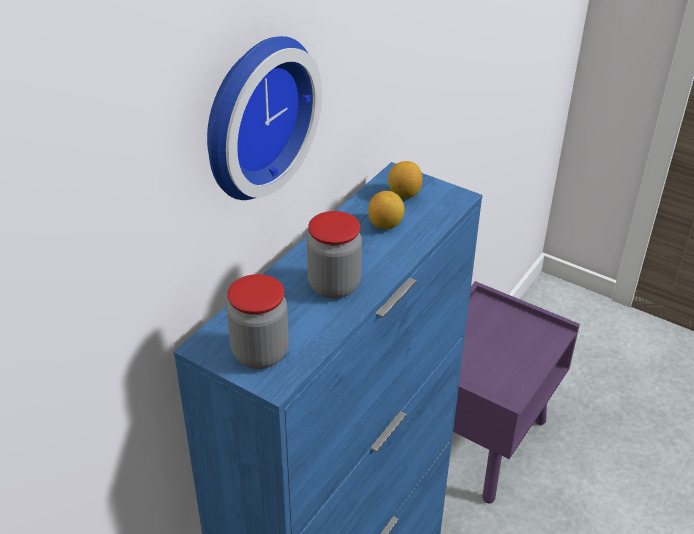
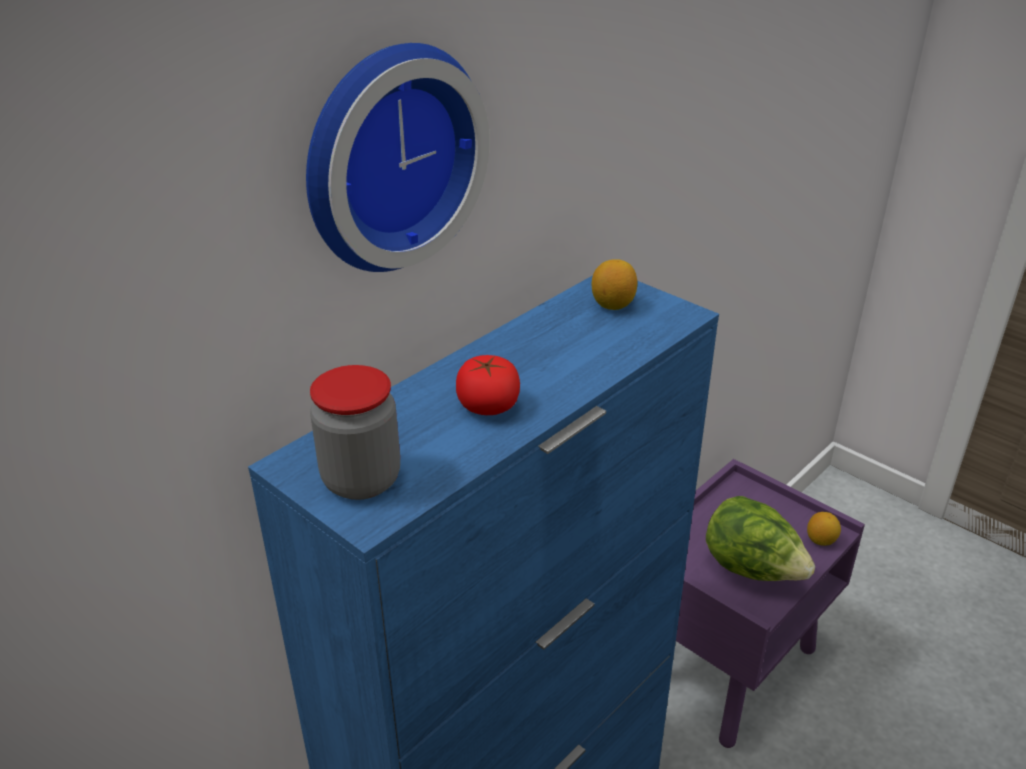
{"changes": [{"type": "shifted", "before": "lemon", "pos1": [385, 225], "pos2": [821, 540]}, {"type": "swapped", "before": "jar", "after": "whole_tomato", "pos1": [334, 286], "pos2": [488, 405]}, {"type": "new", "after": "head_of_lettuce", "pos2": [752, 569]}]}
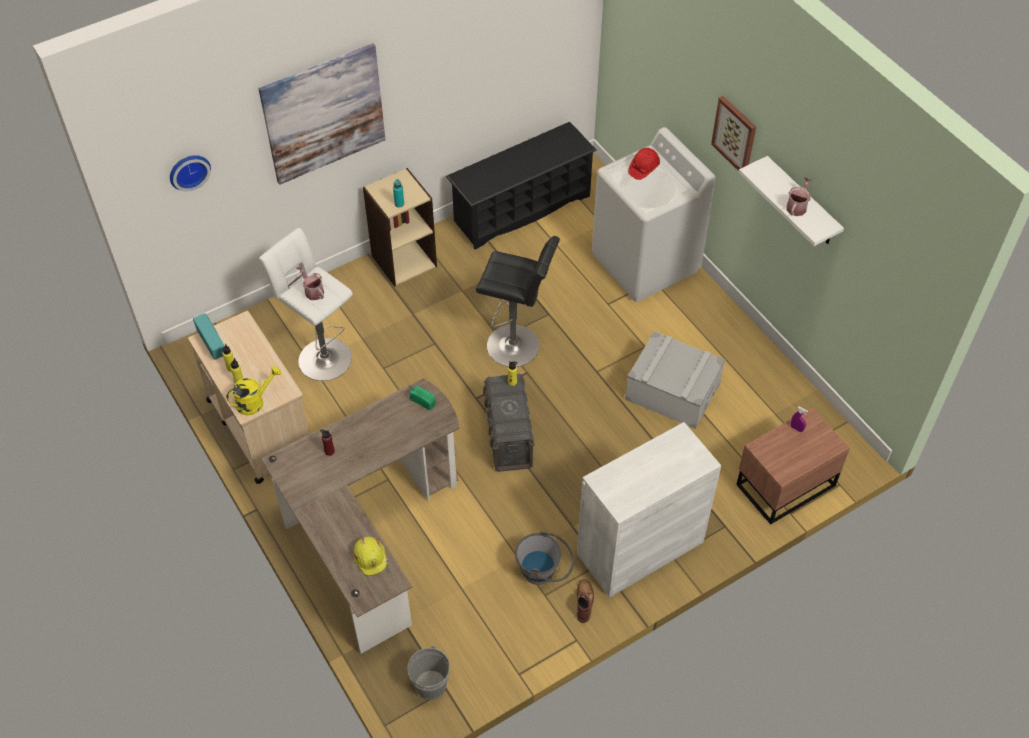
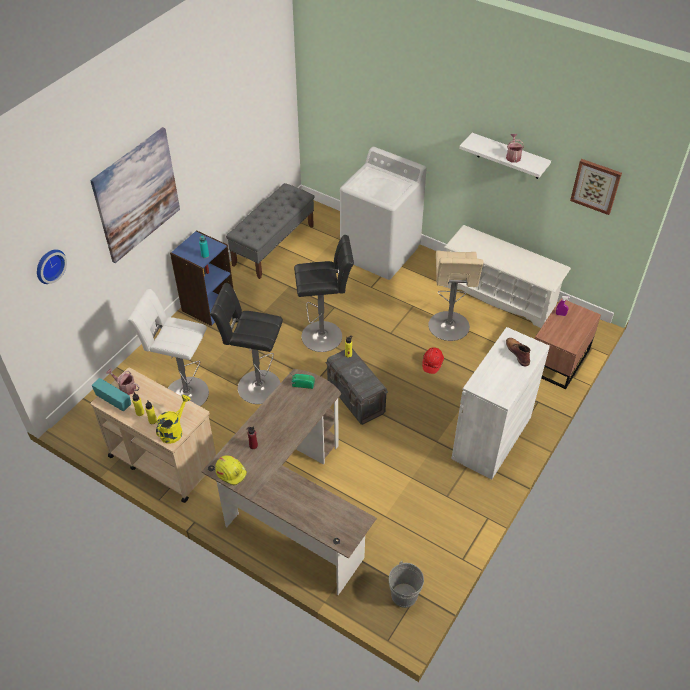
{"changes": [{"type": "shifted", "before": "wall_art", "pos1": [735, 134], "pos2": [596, 186]}, {"type": "swapped", "before": "black_shoe_stand", "after": "greyish_long_seat", "pos1": [521, 208], "pos2": [273, 245]}, {"type": "shifted", "before": "reddish_work_helmet", "pos1": [643, 168], "pos2": [432, 363]}, {"type": "repainted", "before": "sand-coloured_bookcase", "after": "bluish_bookcase", "pos1": [403, 261], "pos2": [208, 306]}, {"type": "shifted", "before": "watering_can", "pos1": [312, 291], "pos2": [125, 387]}, {"type": "swapped", "before": "greyish_storage_container", "after": "sand-coloured_stool", "pos1": [672, 391], "pos2": [449, 328]}, {"type": "gone", "before": "greyish_bucket", "pos1": [544, 572]}, {"type": "shifted", "before": "yellowish_work_helmet", "pos1": [371, 558], "pos2": [231, 472]}, {"type": "shifted", "before": "brown-coloured_boot", "pos1": [584, 601], "pos2": [517, 352]}, {"type": "new", "after": "white-coloured_shoe_stand", "pos2": [499, 295]}, {"type": "new", "after": "black_stool", "pos2": [255, 386]}]}
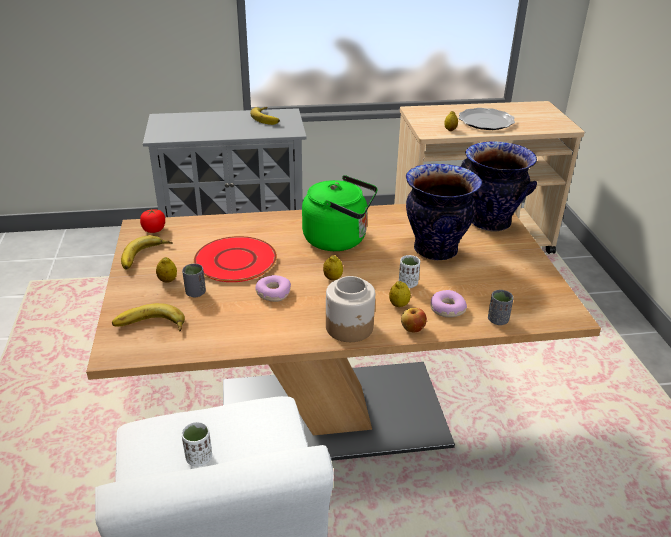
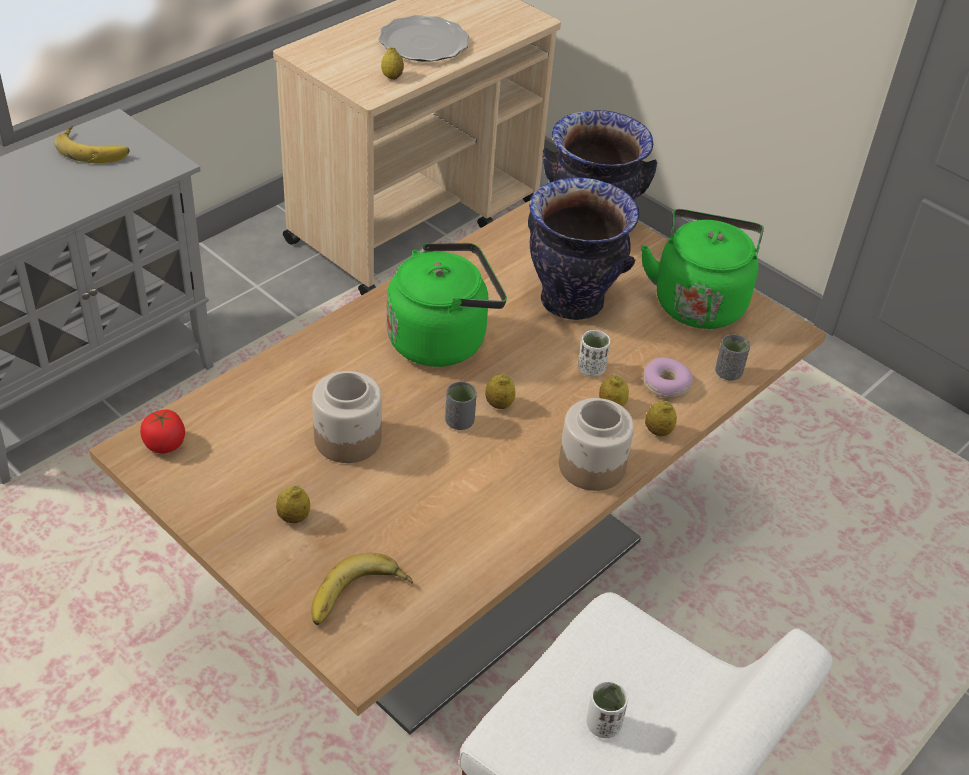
{"changes": [{"type": "gone", "before": "whole_banana", "pos1": [146, 257]}, {"type": "swapped", "before": "reddish_dinner_plate", "after": "jar", "pos1": [235, 261], "pos2": [347, 440]}, {"type": "shifted", "before": "greyish_small_cup", "pos1": [195, 293], "pos2": [459, 422]}, {"type": "gone", "before": "ring_doughnut", "pos1": [273, 293]}, {"type": "swapped", "before": "whole_apple", "after": "lemon", "pos1": [412, 329], "pos2": [658, 431]}, {"type": "new", "after": "green-coloured_water_kettle", "pos2": [698, 301]}]}
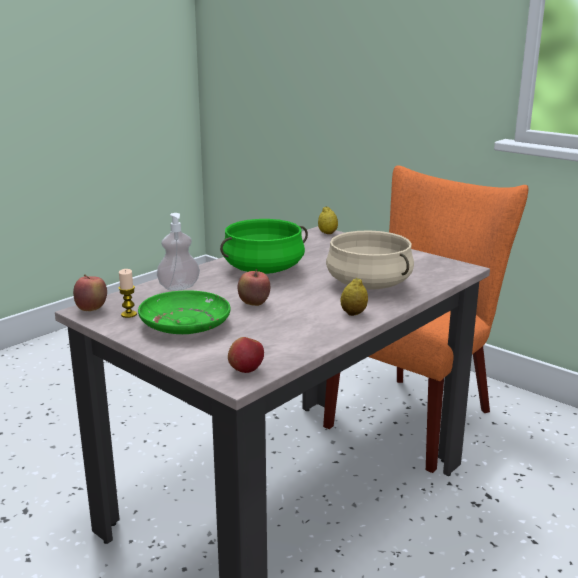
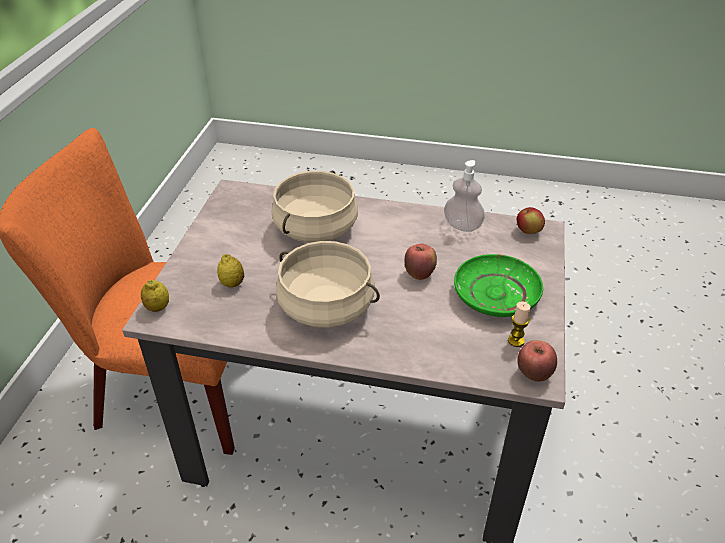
{"changes": [{"type": "shifted", "before": "liquid_soap_bottle", "pos1": [179, 287], "pos2": [462, 225]}, {"type": "repainted", "before": "green-coloured_saucepot", "after": "sand-coloured_saucepot", "pos1": [263, 269], "pos2": [327, 306]}, {"type": "shifted", "before": "lemon", "pos1": [353, 313], "pos2": [232, 283]}]}
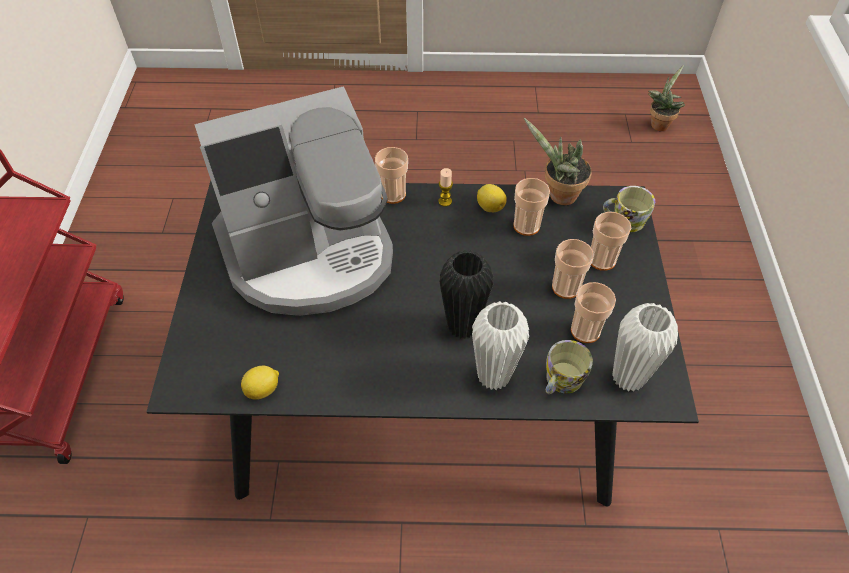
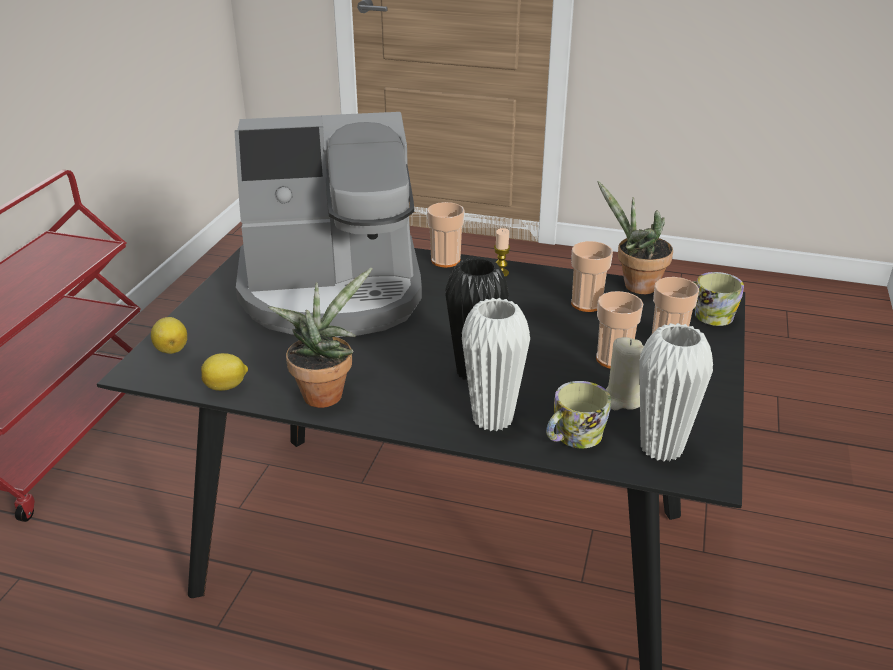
{"changes": [{"type": "shifted", "before": "potted_plant", "pos1": [659, 123], "pos2": [325, 392]}, {"type": "shifted", "before": "lemon", "pos1": [490, 206], "pos2": [172, 349]}, {"type": "swapped", "before": "small_cup", "after": "sand-coloured_wax_candle", "pos1": [585, 330], "pos2": [622, 399]}]}
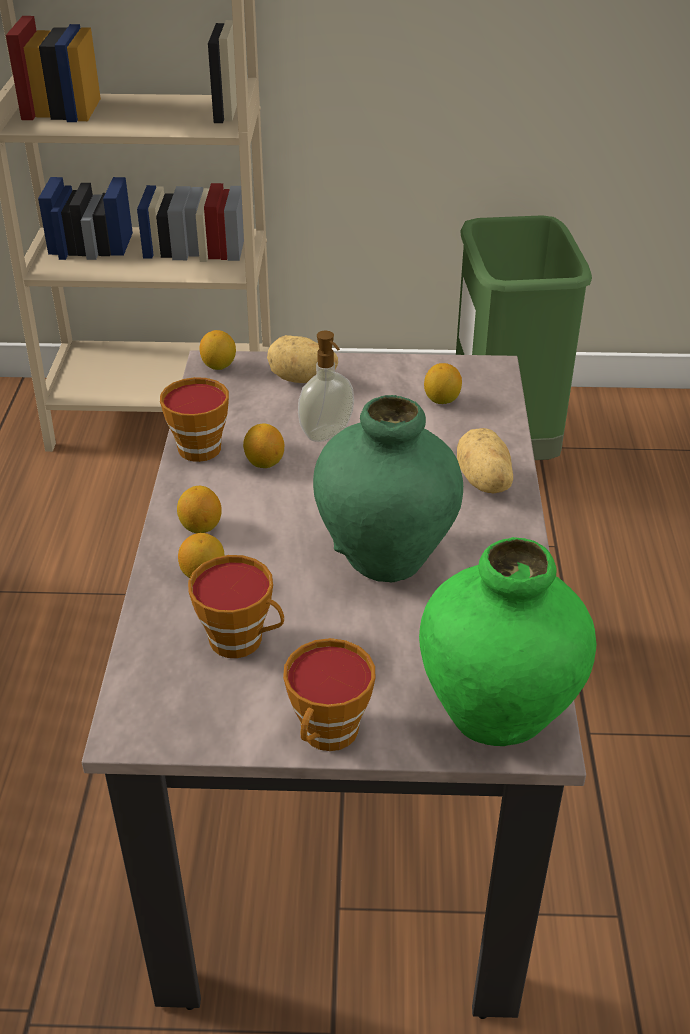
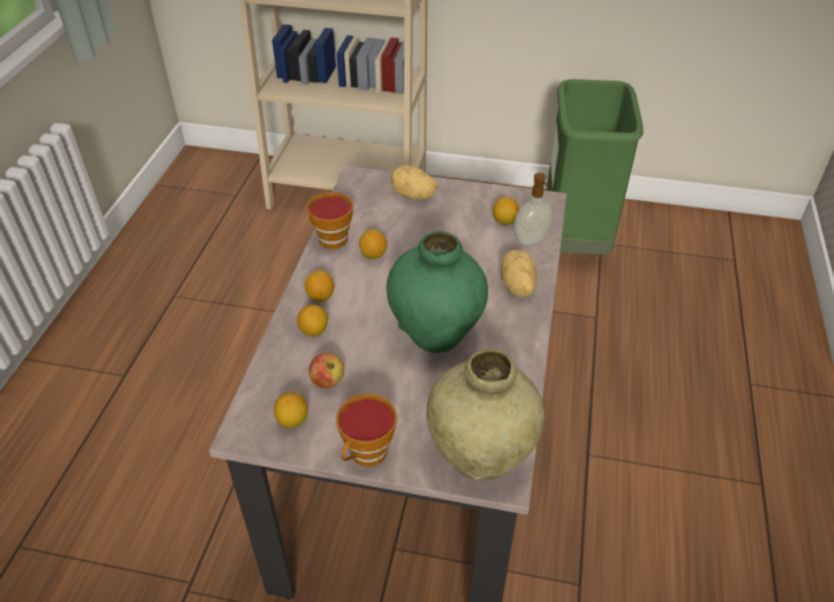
{"changes": [{"type": "shifted", "before": "lemon", "pos1": [219, 366], "pos2": [292, 421]}, {"type": "shifted", "before": "liquid_soap_bottle", "pos1": [327, 435], "pos2": [532, 240]}, {"type": "repainted", "before": "green-coloured_decorative_vase", "after": "sand-coloured_decorative_vase", "pos1": [497, 715], "pos2": [480, 457]}, {"type": "swapped", "before": "small_cup", "after": "whole_apple", "pos1": [242, 641], "pos2": [327, 381]}]}
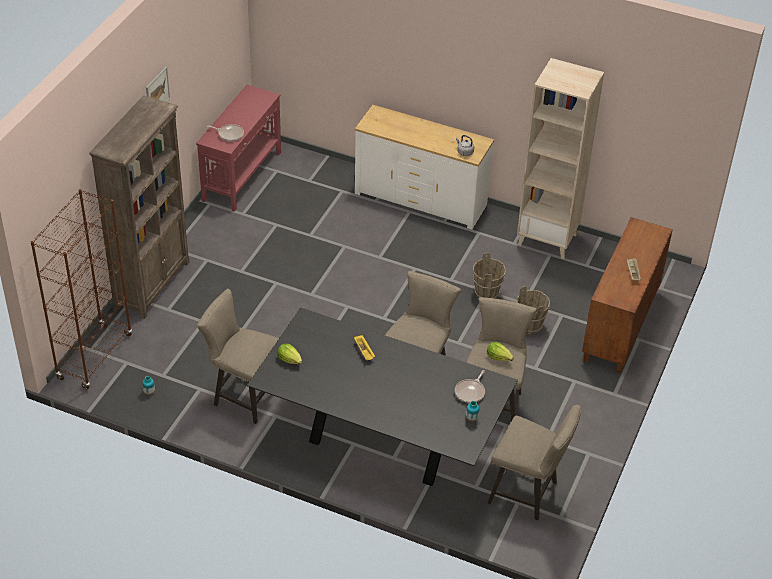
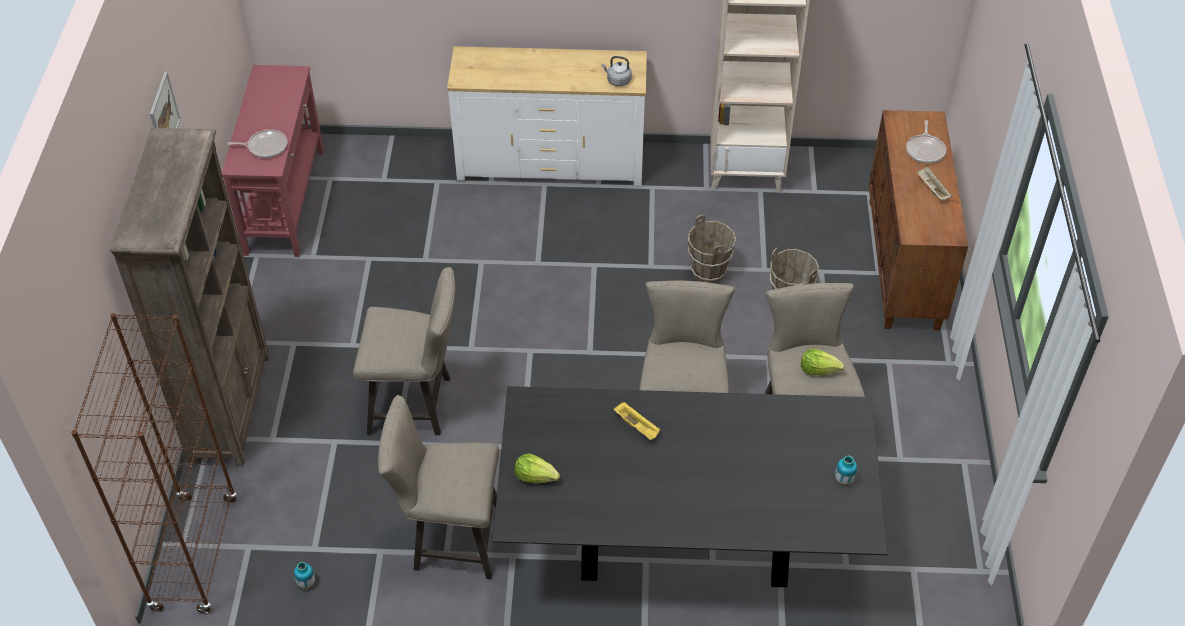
{"changes": [{"type": "shifted", "before": "pan", "pos1": [470, 392], "pos2": [925, 150]}, {"type": "shifted", "before": "sand-coloured_stool", "pos1": [528, 494], "pos2": [417, 404]}]}
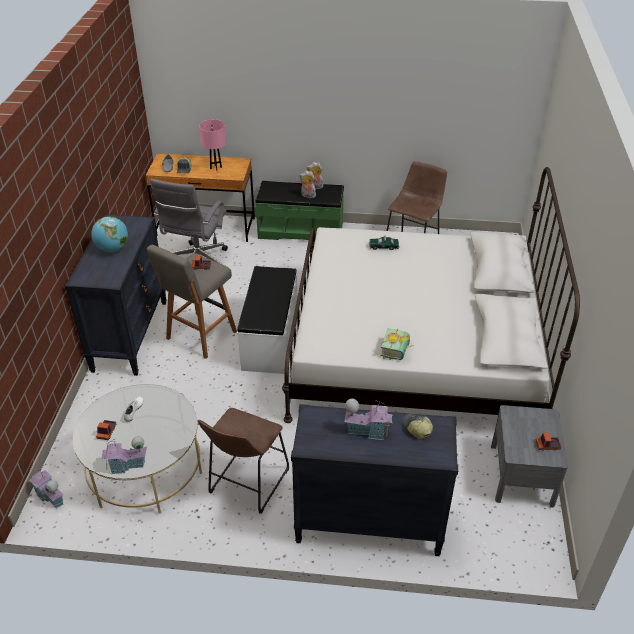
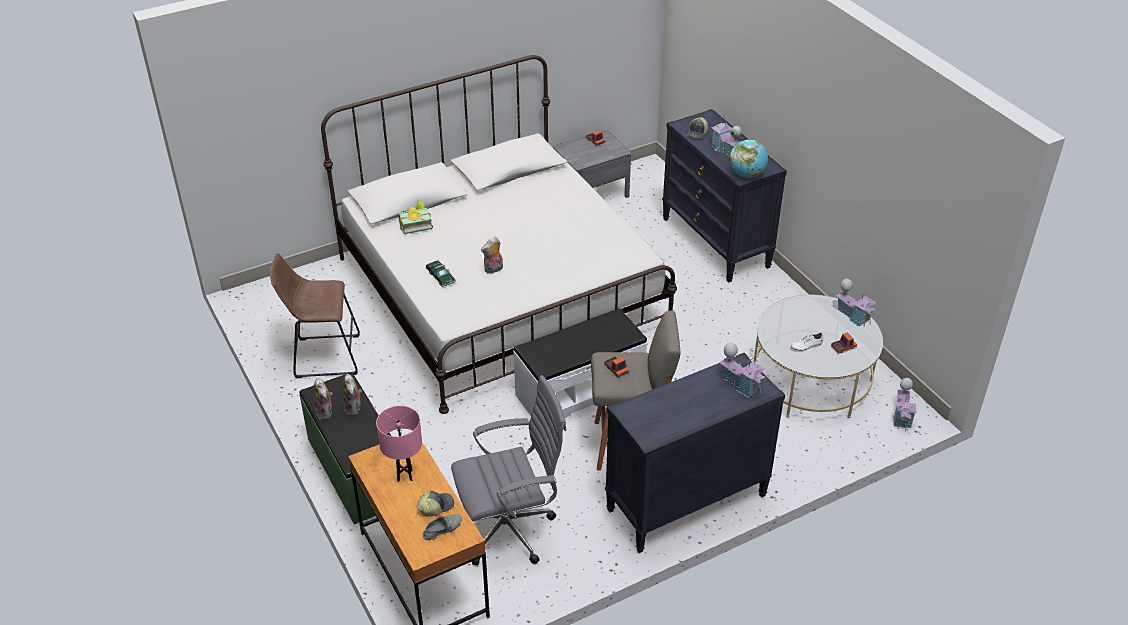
{"changes": [{"type": "shifted", "before": "globe", "pos1": [112, 249], "pos2": [747, 174]}, {"type": "shifted", "before": "bound_book", "pos1": [398, 351], "pos2": [415, 224]}, {"type": "gone", "before": "brown-coloured_stool", "pos1": [246, 484]}, {"type": "new", "after": "cuddly_toy", "pos2": [493, 270]}, {"type": "new", "after": "toy_house", "pos2": [741, 384]}]}
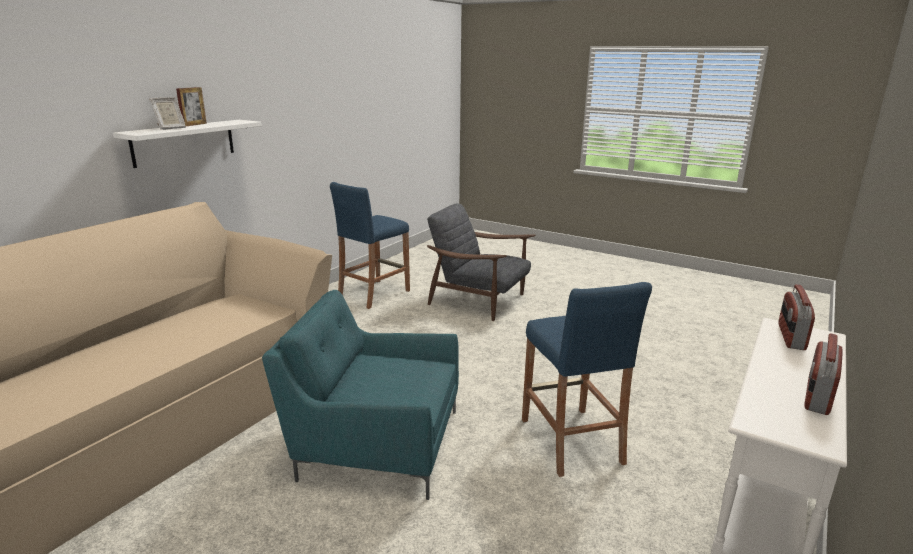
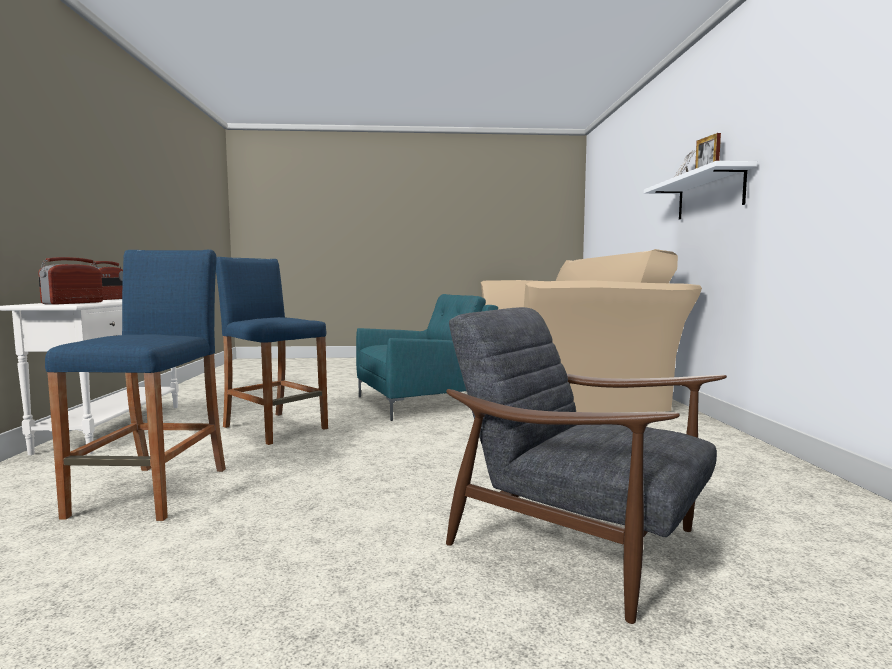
{"changes": [{"type": "shifted", "before": "bluish_stool", "pos1": [374, 294], "pos2": [153, 492]}, {"type": "rotated", "before": "greyish_easy_chair", "pos1": [479, 300], "pos2": [579, 541], "turn": -135}, {"type": "rotated", "before": "radio_receiver", "pos1": [790, 337], "pos2": [73, 303], "turn": -150}]}
